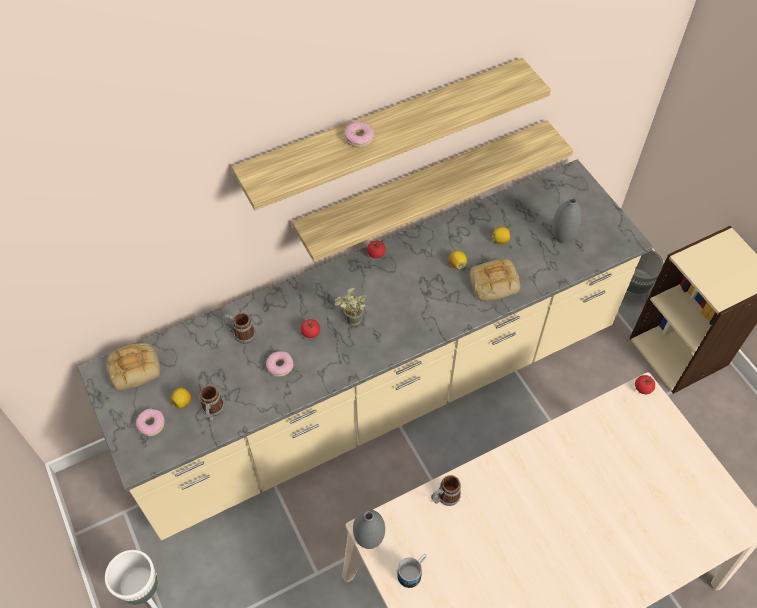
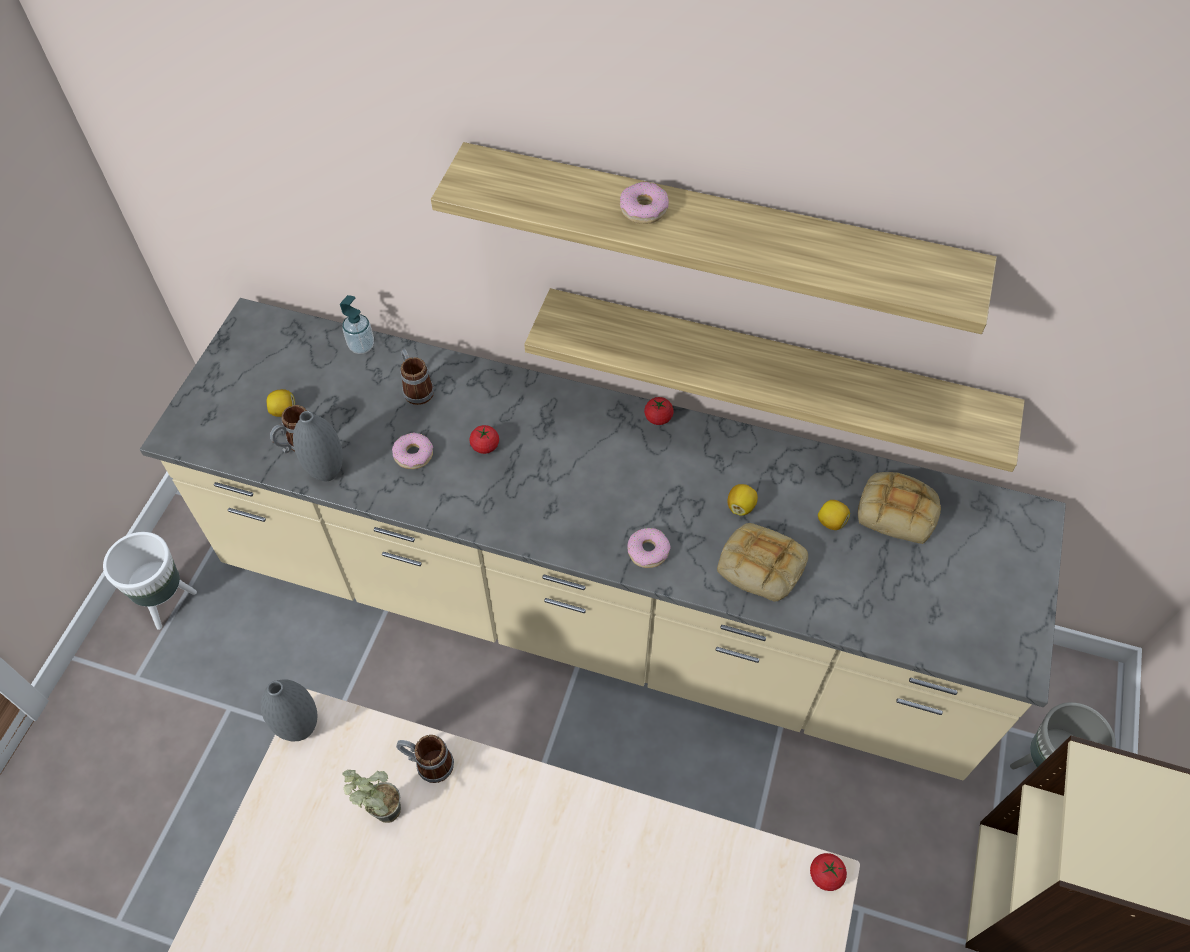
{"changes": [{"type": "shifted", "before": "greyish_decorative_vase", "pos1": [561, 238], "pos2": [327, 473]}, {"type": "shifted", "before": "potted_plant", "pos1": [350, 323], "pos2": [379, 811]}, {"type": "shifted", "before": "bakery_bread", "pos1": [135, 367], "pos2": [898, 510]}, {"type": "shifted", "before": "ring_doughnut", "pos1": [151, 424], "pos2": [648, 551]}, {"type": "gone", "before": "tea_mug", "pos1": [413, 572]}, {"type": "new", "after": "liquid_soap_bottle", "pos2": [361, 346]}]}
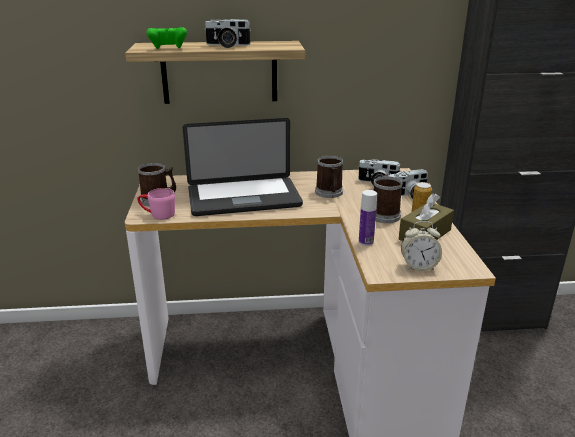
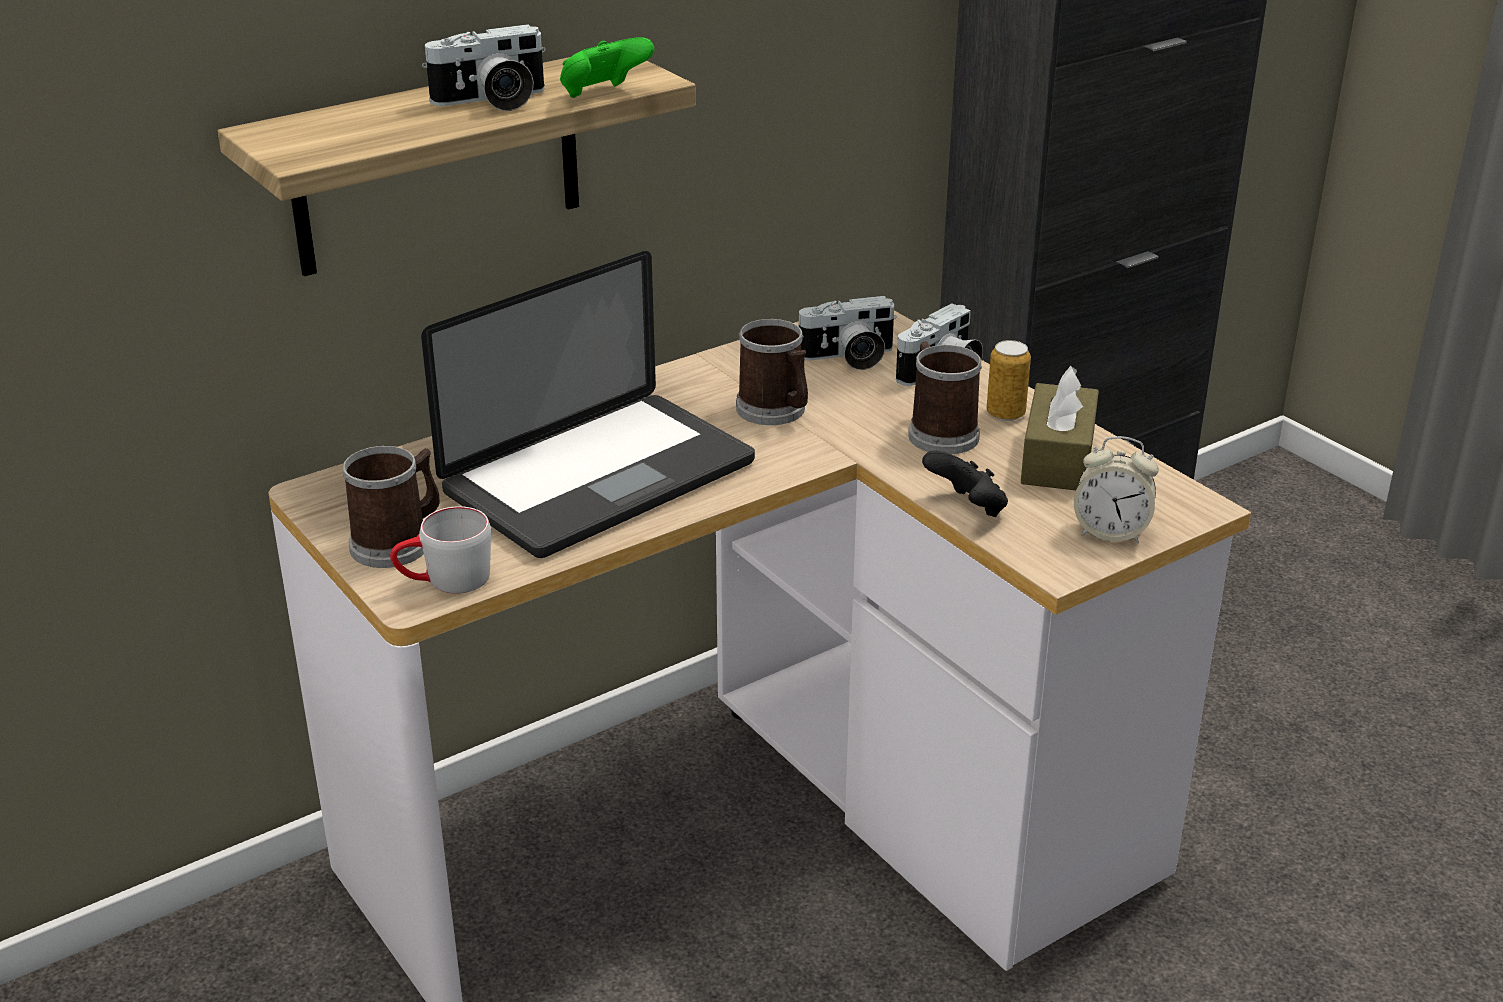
{"changes": [{"type": "shifted", "before": "green-coloured_game_controller", "pos1": [168, 49], "pos2": [603, 95]}, {"type": "repainted", "before": "pink-coloured_tea_mug", "after": "greyish_tea_mug", "pos1": [157, 214], "pos2": [445, 581]}, {"type": "swapped", "before": "bottle", "after": "black_game_controller", "pos1": [366, 242], "pos2": [967, 508]}, {"type": "rotated", "before": "alarm_clock", "pos1": [418, 267], "pos2": [1111, 532], "turn": 45}]}
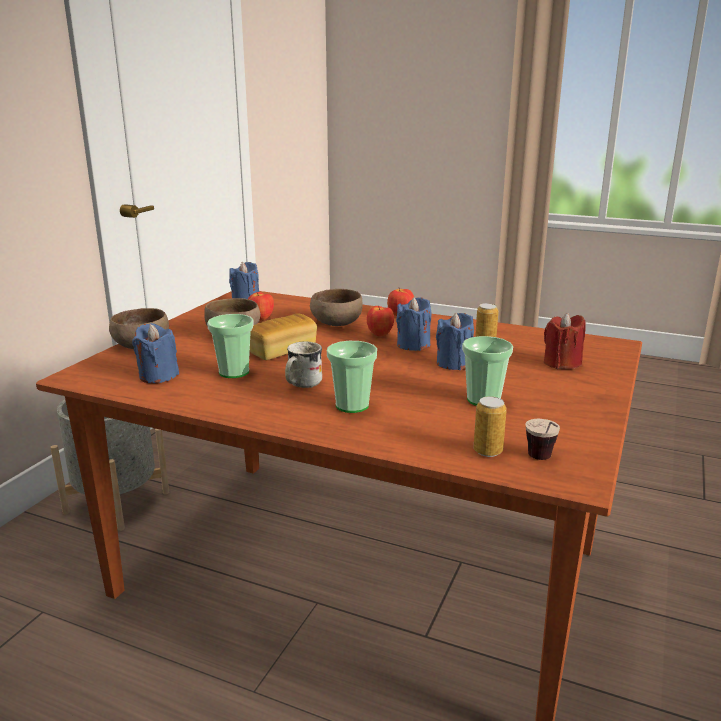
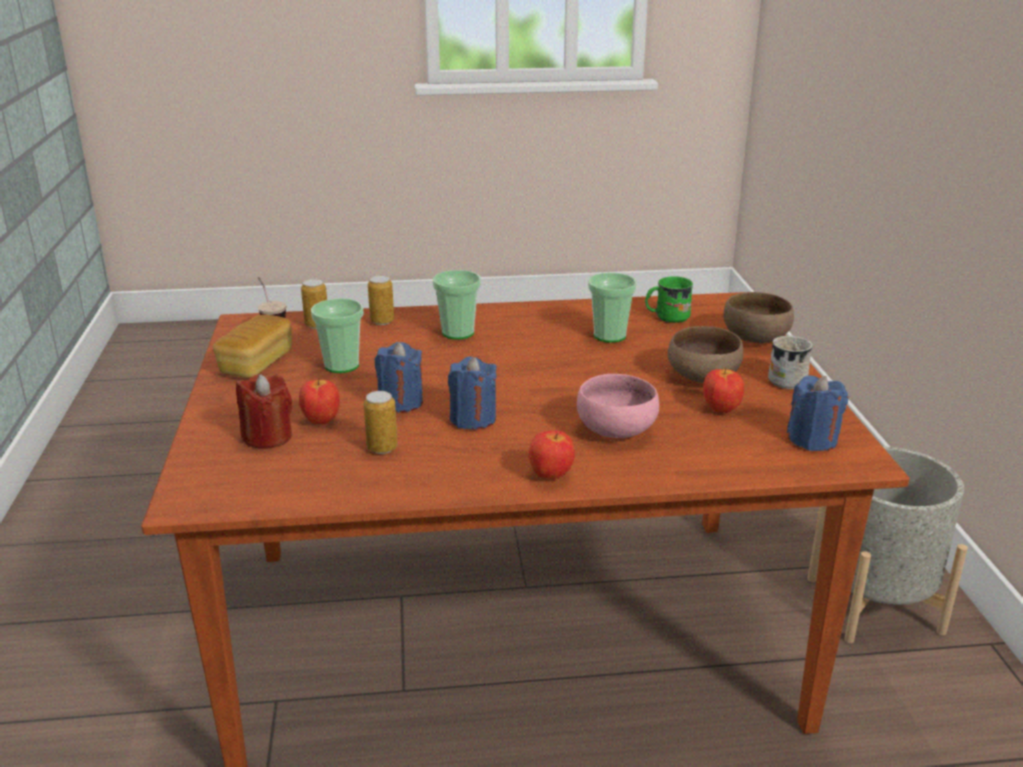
{"changes": [{"type": "repainted", "before": "brown-coloured_bowl", "after": "pink-coloured_bowl", "pos1": [336, 324], "pos2": [616, 430]}, {"type": "shifted", "before": "whole_apple", "pos1": [380, 335], "pos2": [320, 421]}, {"type": "shifted", "before": "bakery_bread", "pos1": [282, 352], "pos2": [256, 363]}, {"type": "swapped", "before": "bluish_wax_candle", "after": "green-coloured_tea_mug", "pos1": [158, 376], "pos2": [666, 317]}, {"type": "shifted", "before": "white-coloured_tea_mug", "pos1": [301, 384], "pos2": [786, 379]}, {"type": "new", "after": "metal_can", "pos2": [382, 321]}]}
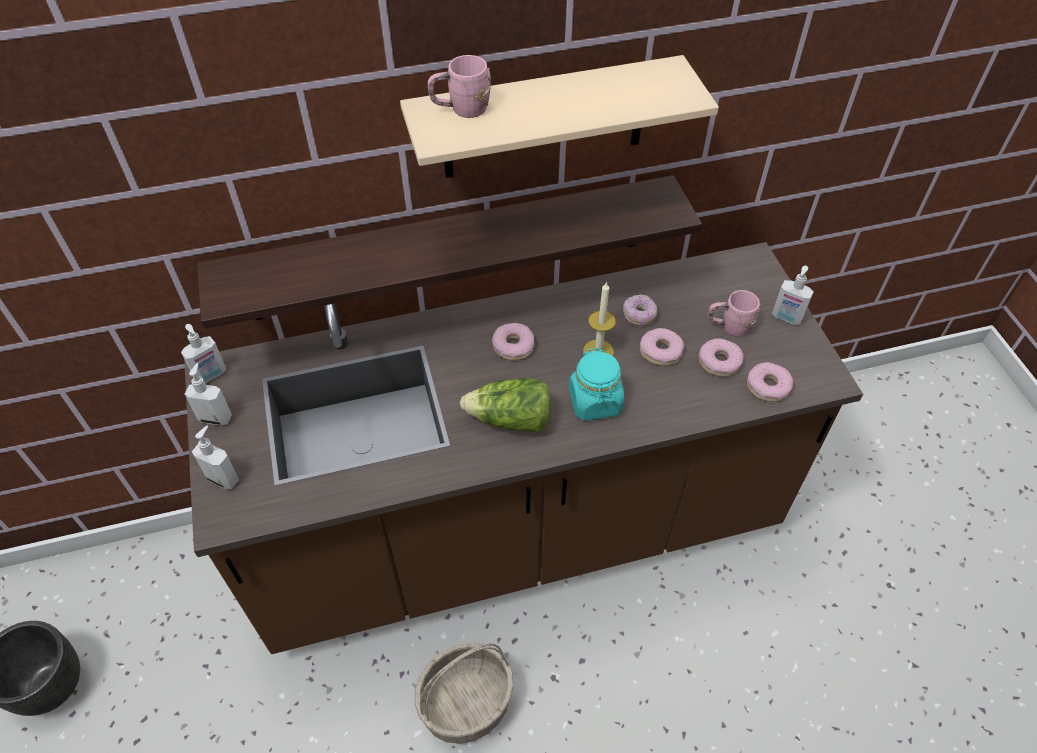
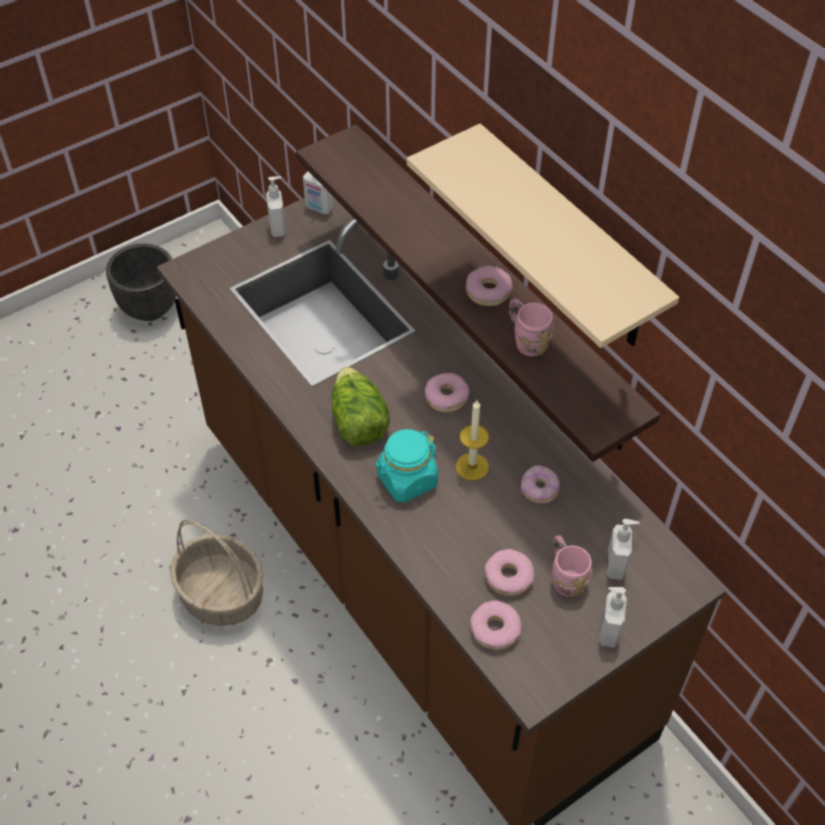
{"changes": [{"type": "shifted", "before": "pink-coloured_tea_mug", "pos1": [461, 109], "pos2": [526, 340]}, {"type": "shifted", "before": "ring_doughnut", "pos1": [660, 351], "pos2": [488, 291]}, {"type": "shifted", "before": "liquid_soap_bottle", "pos1": [223, 478], "pos2": [616, 566]}]}
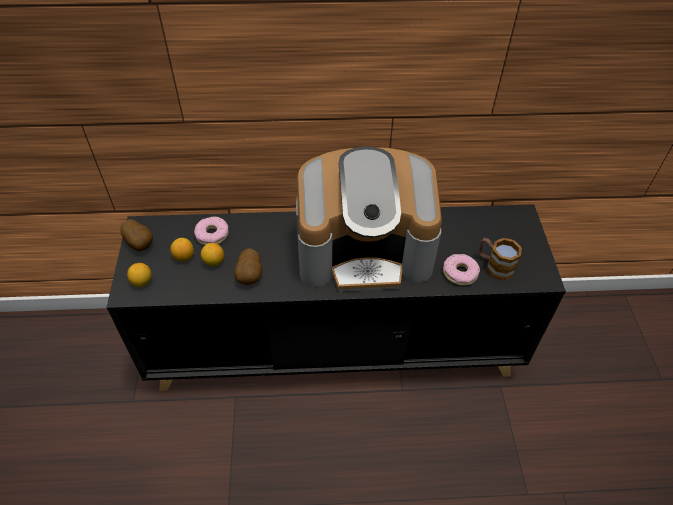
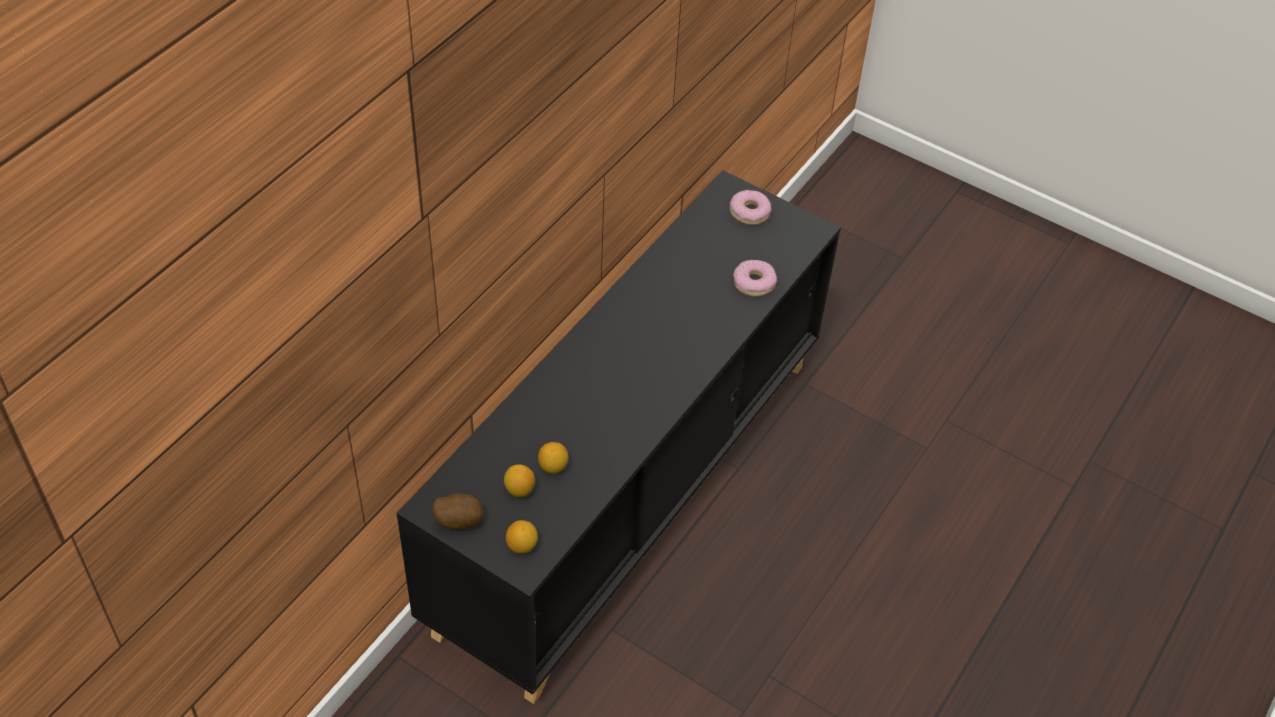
{"changes": [{"type": "gone", "before": "coffee_brewer", "pos1": [364, 250]}, {"type": "shifted", "before": "ring_doughnut", "pos1": [212, 234], "pos2": [749, 212]}, {"type": "gone", "before": "tea_mug", "pos1": [494, 266]}, {"type": "gone", "before": "spud", "pos1": [250, 276]}]}
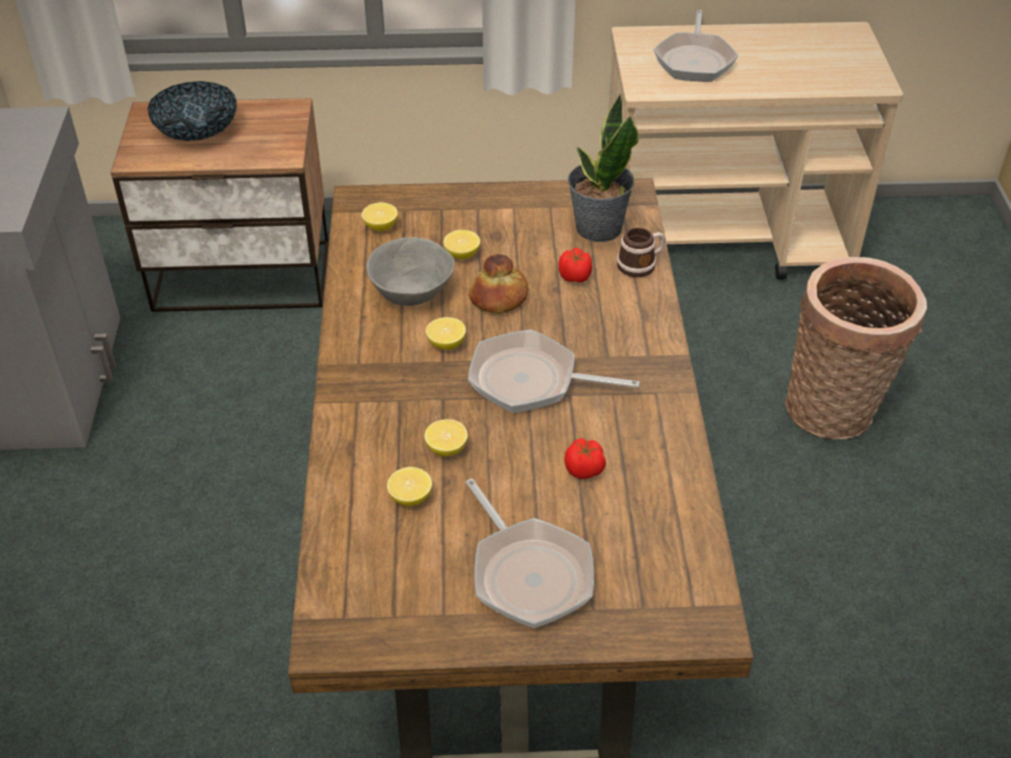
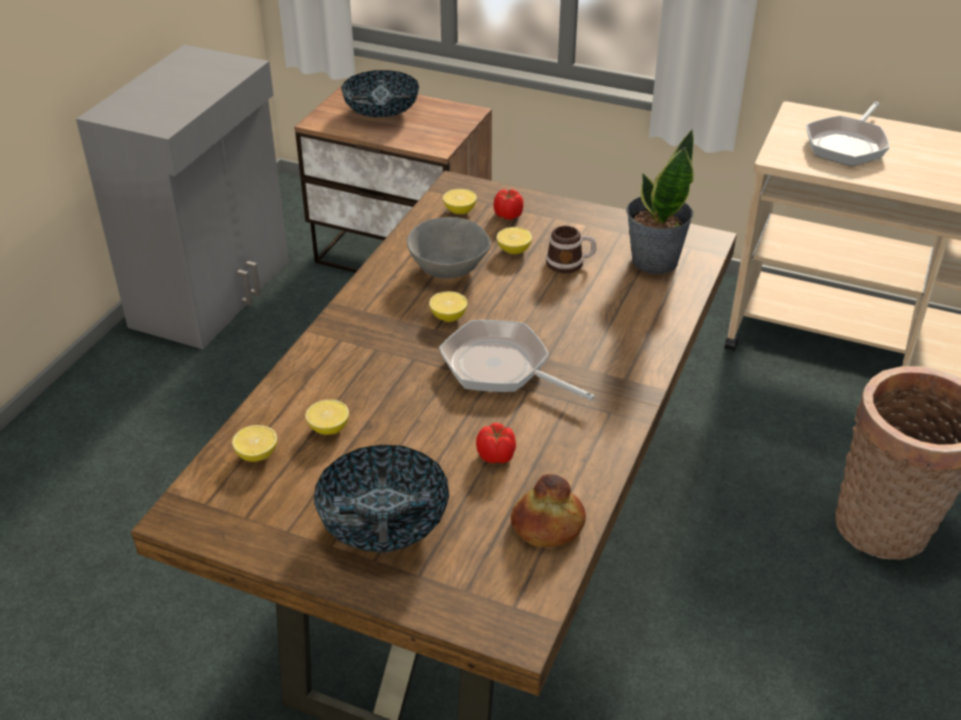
{"changes": [{"type": "shifted", "before": "tea_mug", "pos1": [641, 264], "pos2": [570, 263]}, {"type": "shifted", "before": "whole_tomato", "pos1": [575, 277], "pos2": [508, 215]}, {"type": "shifted", "before": "bakery_bread", "pos1": [499, 298], "pos2": [548, 525]}, {"type": "shifted", "before": "lemon", "pos1": [446, 448], "pos2": [257, 455]}, {"type": "swapped", "before": "pan", "after": "bowl", "pos1": [528, 573], "pos2": [384, 523]}]}
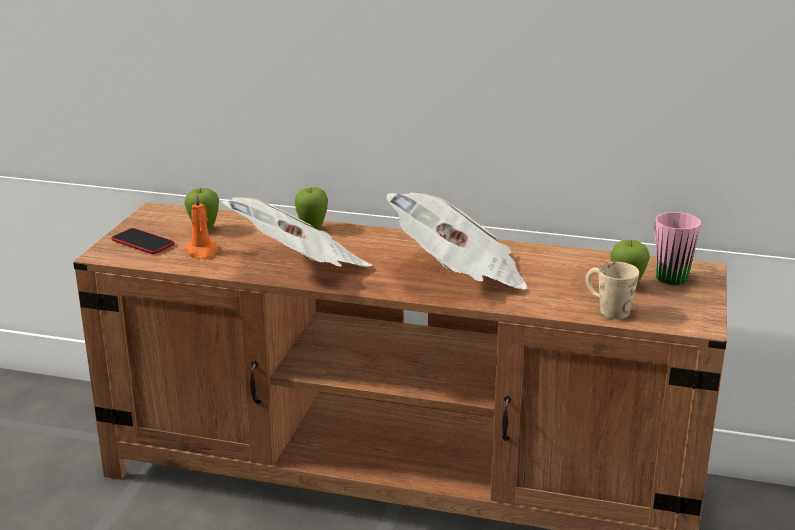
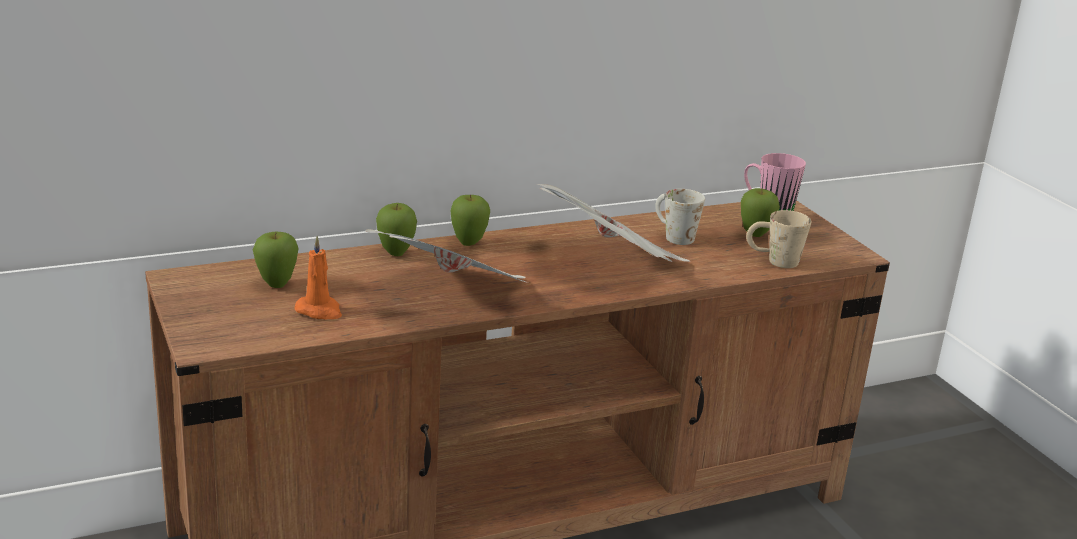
{"changes": [{"type": "gone", "before": "telephone", "pos1": [143, 242]}, {"type": "new", "after": "white-coloured_tea_mug", "pos2": [672, 236]}, {"type": "new", "after": "whole_apple", "pos2": [468, 244]}]}
